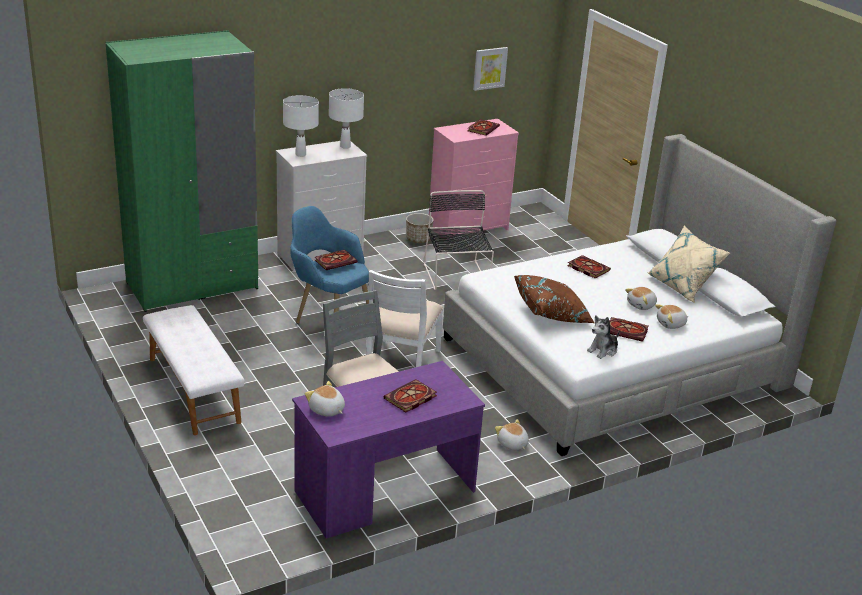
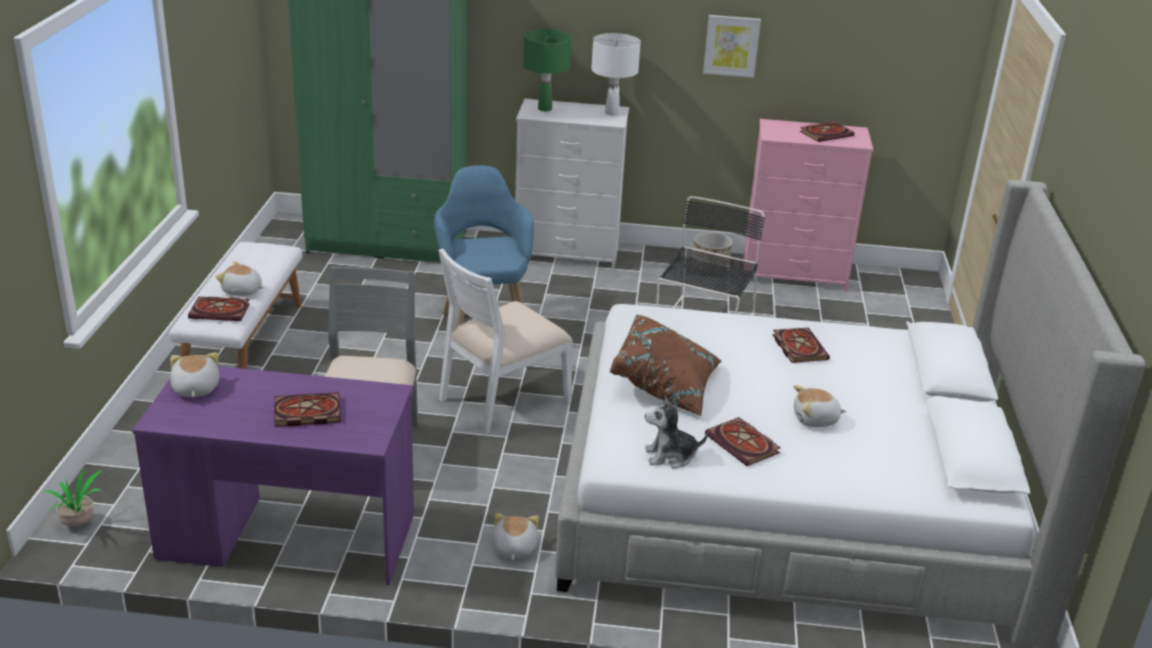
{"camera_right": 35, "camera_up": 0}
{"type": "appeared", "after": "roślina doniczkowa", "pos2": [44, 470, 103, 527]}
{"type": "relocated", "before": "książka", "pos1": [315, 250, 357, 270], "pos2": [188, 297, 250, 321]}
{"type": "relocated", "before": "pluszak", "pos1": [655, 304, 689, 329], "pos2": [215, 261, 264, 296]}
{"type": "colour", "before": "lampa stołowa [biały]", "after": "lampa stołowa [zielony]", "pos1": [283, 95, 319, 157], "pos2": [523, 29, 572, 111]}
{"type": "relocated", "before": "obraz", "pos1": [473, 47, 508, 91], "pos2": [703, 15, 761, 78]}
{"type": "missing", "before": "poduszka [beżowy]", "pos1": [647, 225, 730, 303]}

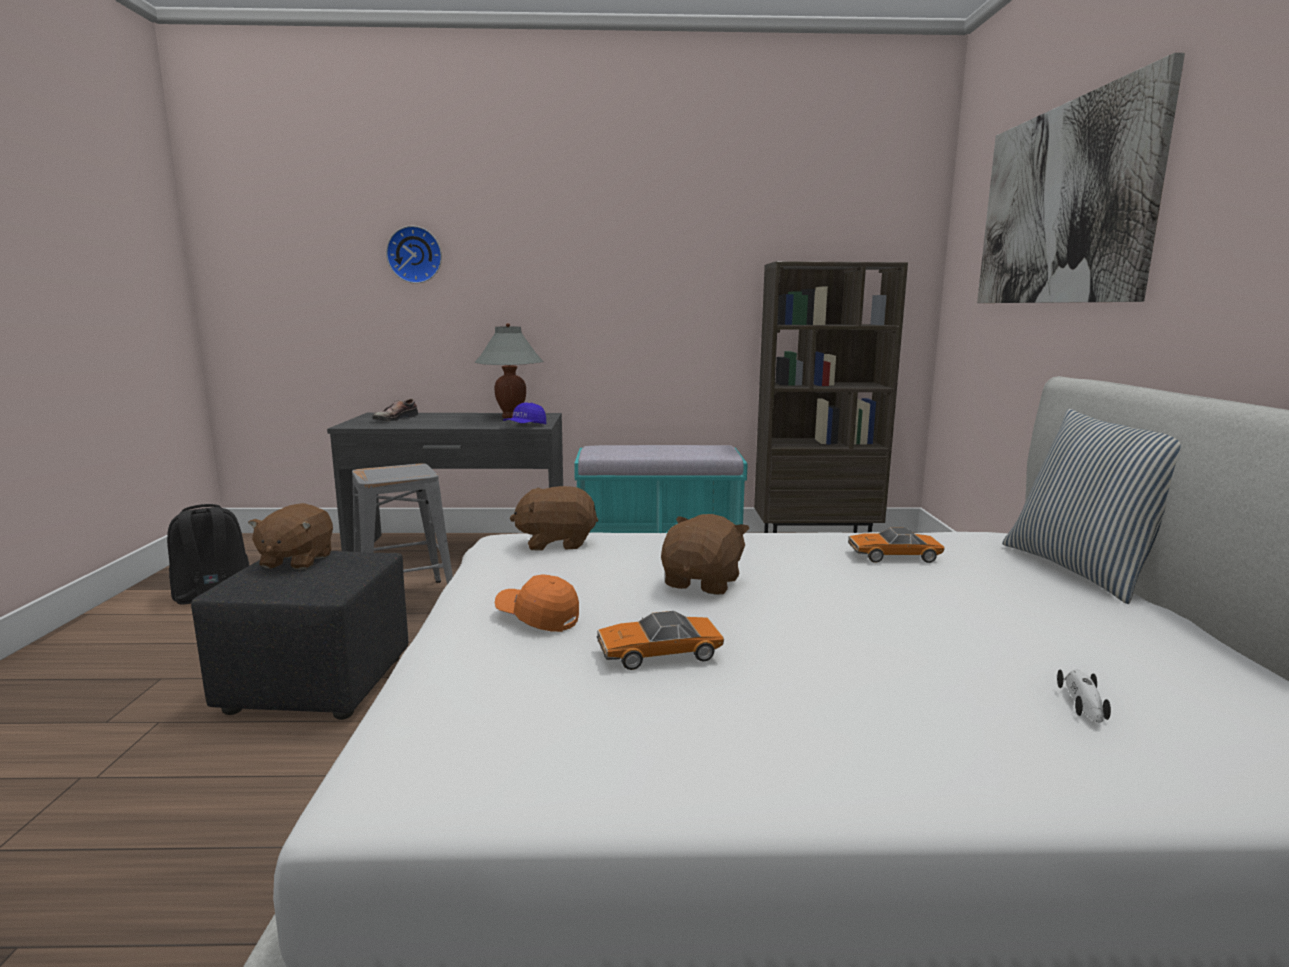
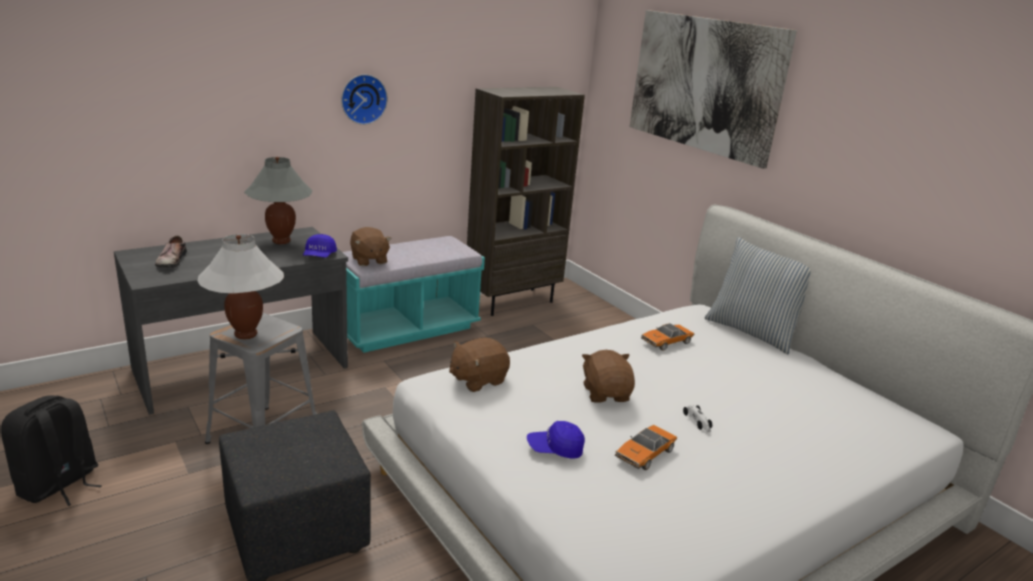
{"camera_right": -35, "camera_up": 10}
{"type": "appeared", "after": "lampa stołowa [biały]", "pos2": [197, 234, 284, 340]}
{"type": "relocated", "before": "zegar ścienny", "pos1": [386, 226, 442, 284], "pos2": [341, 74, 388, 125]}
{"type": "relocated", "before": "pluszak [brązowy]", "pos1": [248, 503, 333, 570], "pos2": [350, 227, 392, 266]}
{"type": "colour", "before": "czapka z daszkiem [pomarańczowy]", "after": "czapka z daszkiem [niebieski]", "pos1": [495, 575, 579, 632], "pos2": [527, 421, 585, 459]}
{"type": "relocated", "before": "samochodzik", "pos1": [1057, 669, 1111, 723], "pos2": [683, 405, 712, 432]}

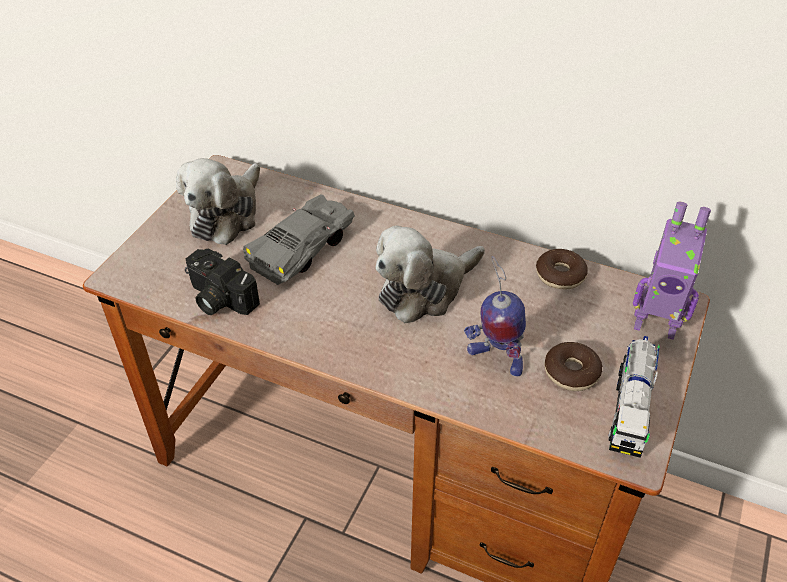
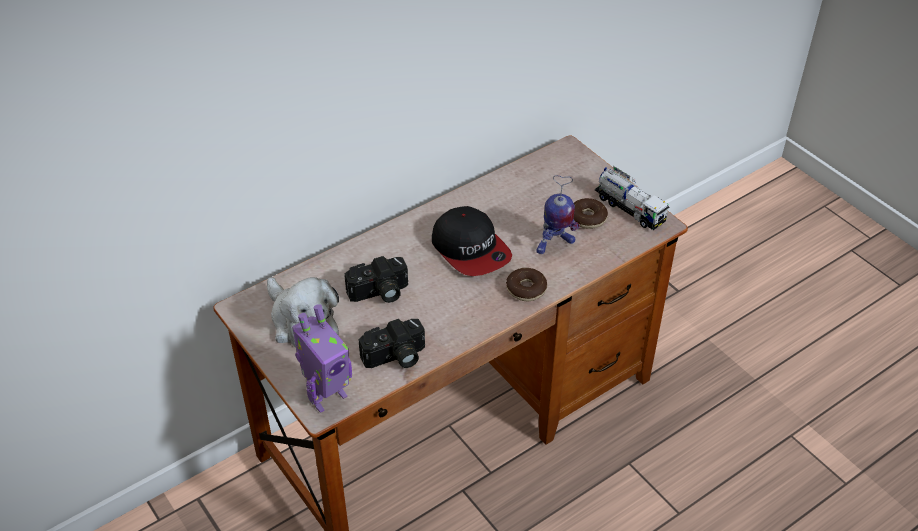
{"camera_right": -60, "camera_up": 0}
{"type": "relocated", "before": "robot zabawkowy", "pos1": [633, 201, 711, 340], "pos2": [292, 304, 352, 413]}
{"type": "exchanged", "before": "samochodzik [szary]", "after": "aparat fotograficzny", "pos1": [243, 194, 355, 285], "pos2": [344, 256, 408, 303]}
{"type": "exchanged", "before": "pluszak", "after": "czapka z daszkiem", "pos1": [376, 225, 485, 324], "pos2": [432, 206, 512, 276]}
{"type": "relocated", "before": "donut", "pos1": [536, 249, 588, 289], "pos2": [506, 268, 547, 301]}

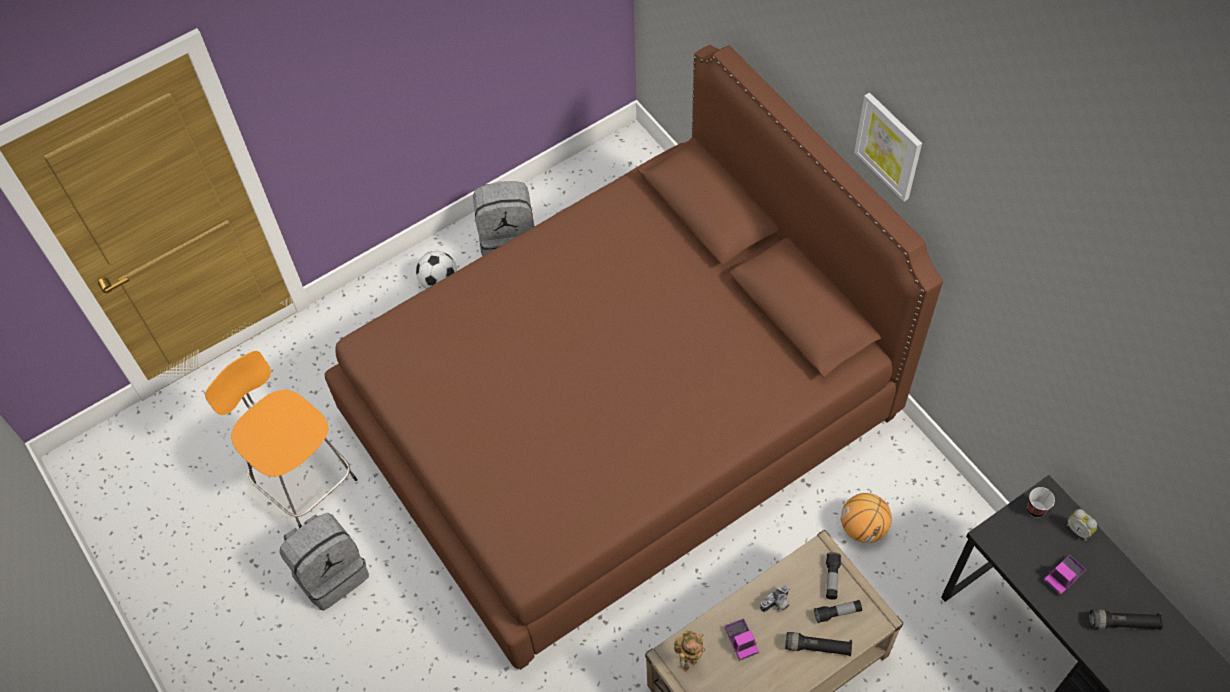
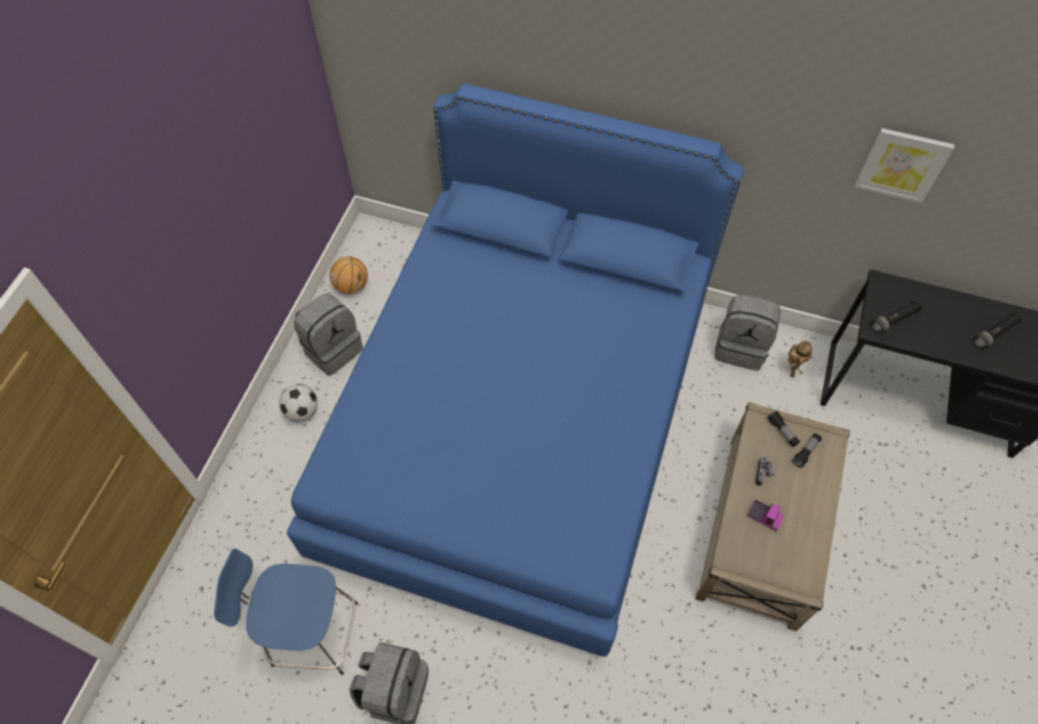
{"camera_right": -40, "camera_up": 0}
{"type": "colour", "before": "stołek [pomarańczowy]", "after": "stołek [niebieski]", "pos1": [205, 351, 357, 528], "pos2": [214, 549, 358, 675]}
{"type": "colour", "before": "łóżko [brązowy]", "after": "łóżko [niebieski]", "pos1": [325, 45, 943, 670], "pos2": [287, 83, 744, 657]}
{"type": "relocated", "before": "piłka do koszykówki", "pos1": [841, 493, 892, 543], "pos2": [330, 256, 368, 294]}
{"type": "appeared", "after": "plecak [szary]", "pos2": [715, 294, 781, 371]}
{"type": "relocated", "before": "robot zabawkowy", "pos1": [674, 630, 705, 674], "pos2": [788, 340, 812, 378]}
{"type": "relocated", "before": "obraz", "pos1": [854, 93, 922, 202], "pos2": [855, 128, 954, 203]}
{"type": "relocated", "before": "latarka [czarny]", "pos1": [785, 632, 852, 656], "pos2": [871, 299, 922, 333]}
{"type": "missing", "before": "filiżanka", "pos1": [1027, 487, 1055, 518]}
{"type": "missing", "before": "ciężarówka zabawkowa", "pos1": [1043, 555, 1086, 595]}
{"type": "missing", "before": "budzik", "pos1": [1067, 509, 1097, 541]}

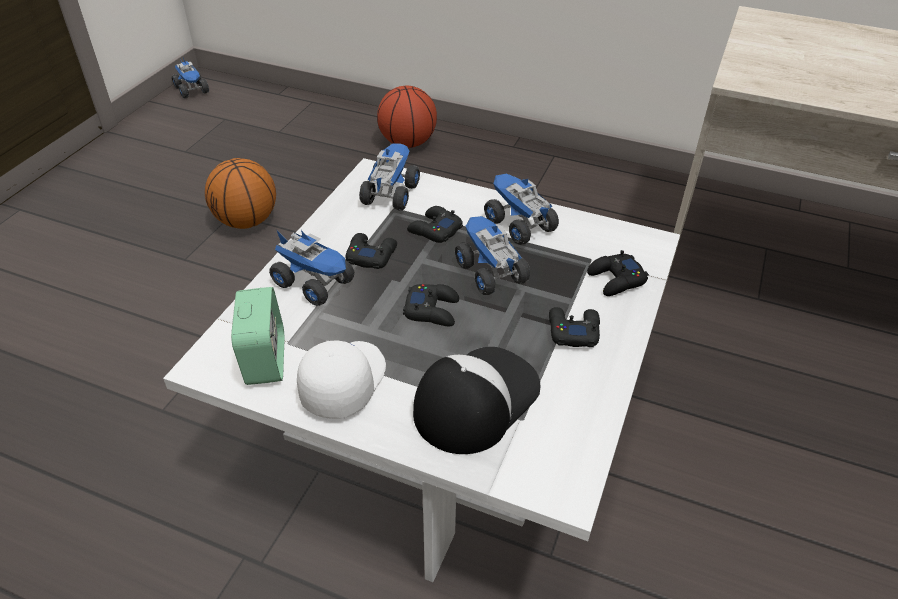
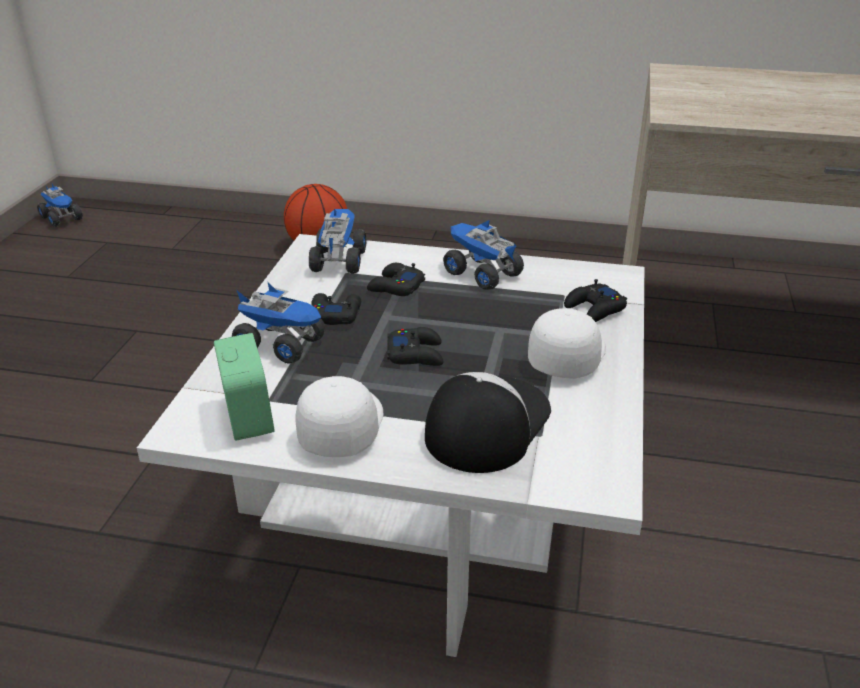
{"camera_right": -10, "camera_up": -10}
{"type": "exchanged", "before": "pad do gier [czarny]", "after": "czapka z daszkiem [biały]", "pos1": [549, 307, 600, 347], "pos2": [528, 308, 606, 379]}
{"type": "missing", "before": "piłka do koszykówki", "pos1": [205, 158, 276, 229]}
{"type": "missing", "before": "ciężarówka zabawkowa", "pos1": [455, 216, 530, 295]}

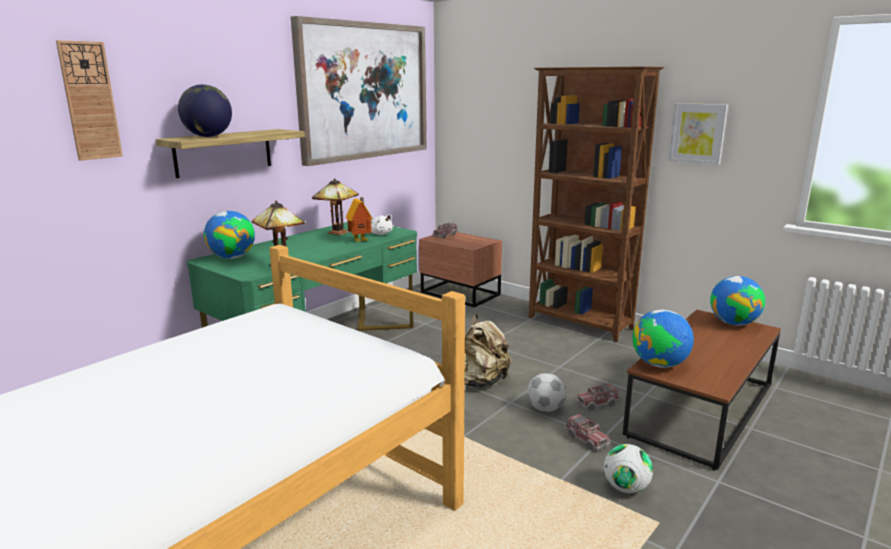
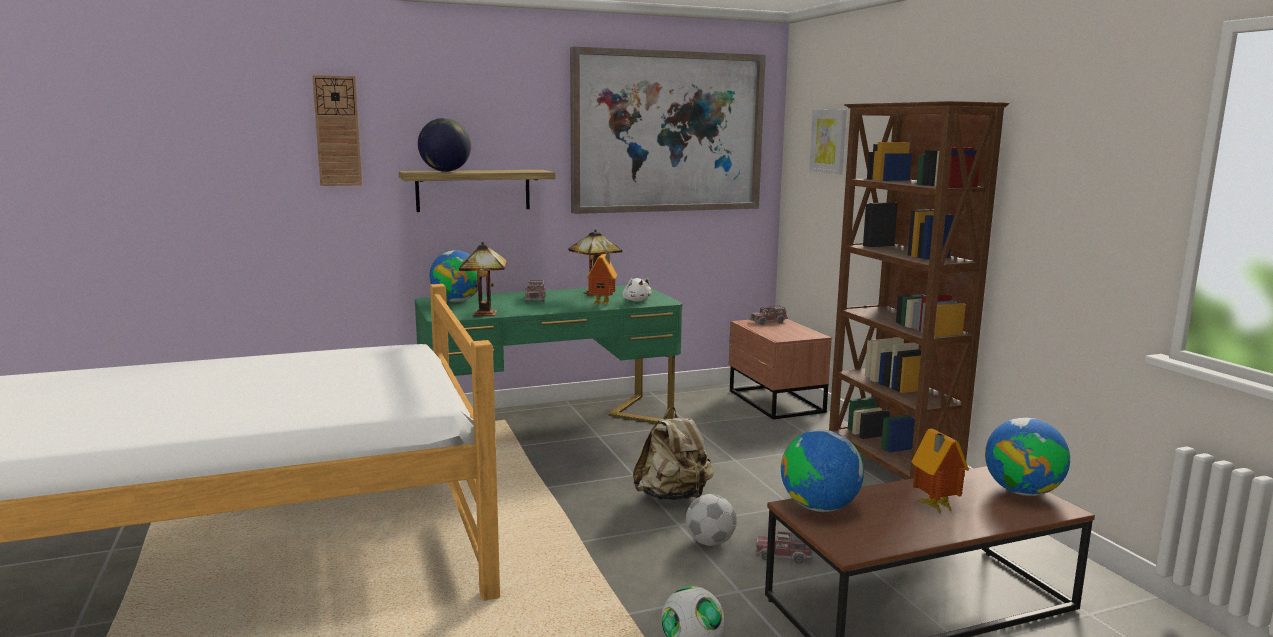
{"camera_right": 30, "camera_up": -5}
{"type": "relocated", "before": "ciężarówka zabawkowa", "pos1": [564, 413, 610, 450], "pos2": [525, 280, 546, 302]}
{"type": "relocated", "before": "obraz", "pos1": [669, 103, 728, 165], "pos2": [809, 109, 847, 174]}
{"type": "appeared", "after": "domek", "pos2": [911, 428, 969, 513]}

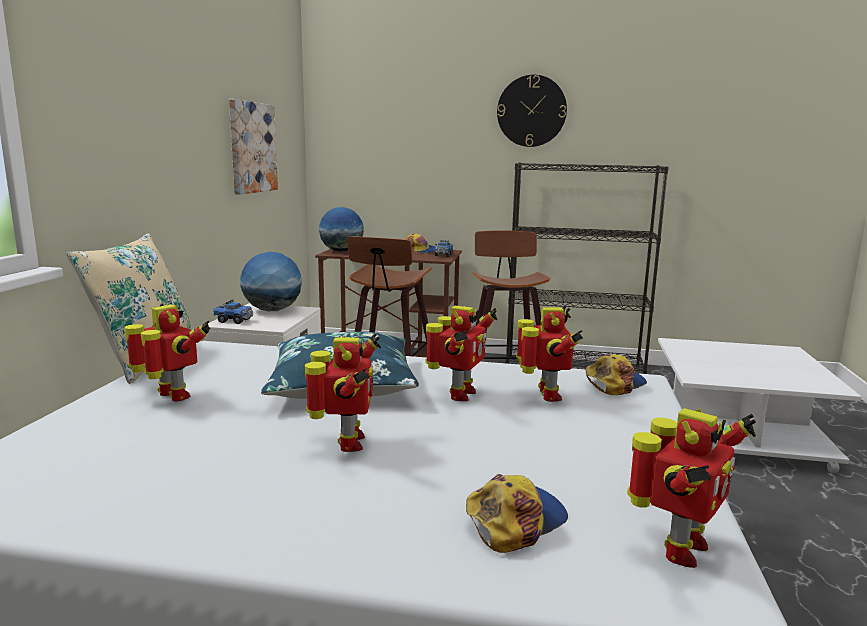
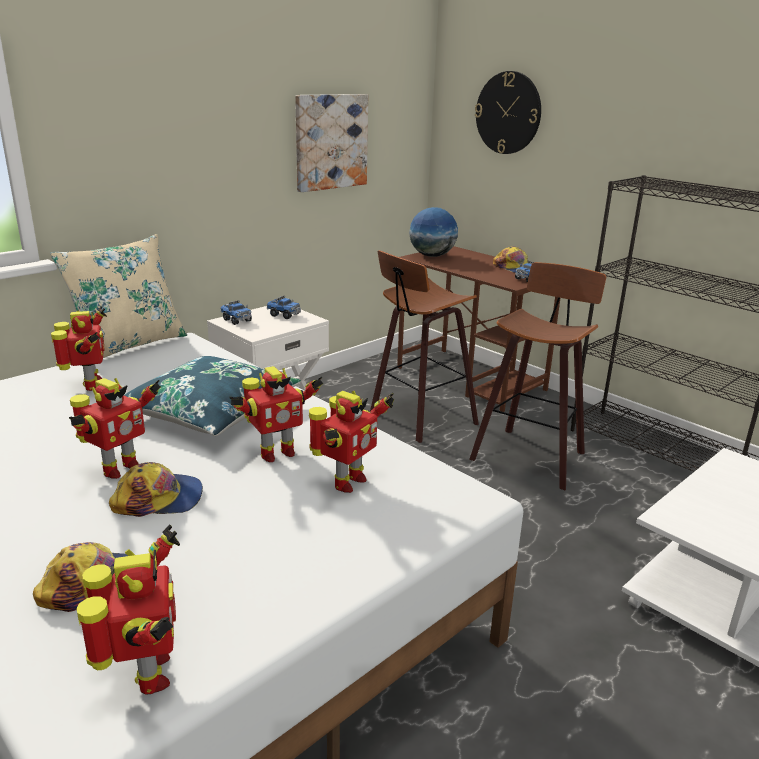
{"camera_right": 35, "camera_up": 10}
{"type": "spun", "before": "robot zabawkowy", "pos1": [627, 408, 756, 568], "pos2": [77, 524, 180, 695], "turn": -90}
{"type": "relocated", "before": "czapka z daszkiem", "pos1": [585, 354, 647, 395], "pos2": [109, 462, 203, 517]}
{"type": "exchanged", "before": "globus", "after": "ciężarówka zabawkowa", "pos1": [240, 252, 302, 311], "pos2": [267, 295, 301, 319]}
{"type": "relocated", "before": "zegar ścienny", "pos1": [497, 75, 567, 147], "pos2": [475, 71, 541, 154]}

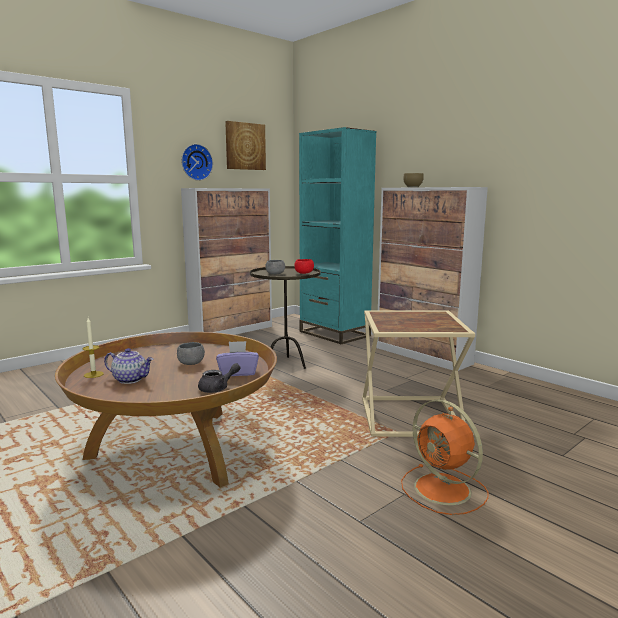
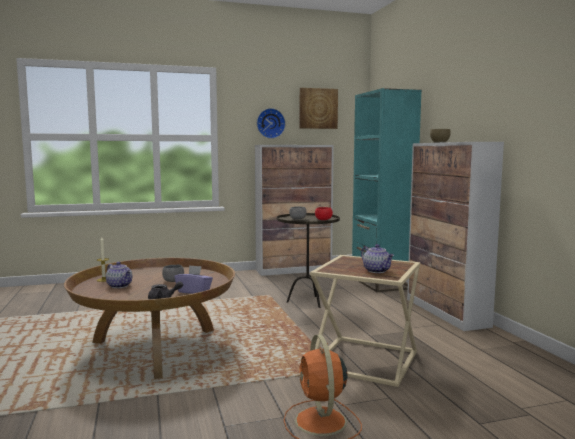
{"camera_right": 25, "camera_up": -5}
{"type": "appeared", "after": "imbryk", "pos2": [361, 244, 394, 273]}

